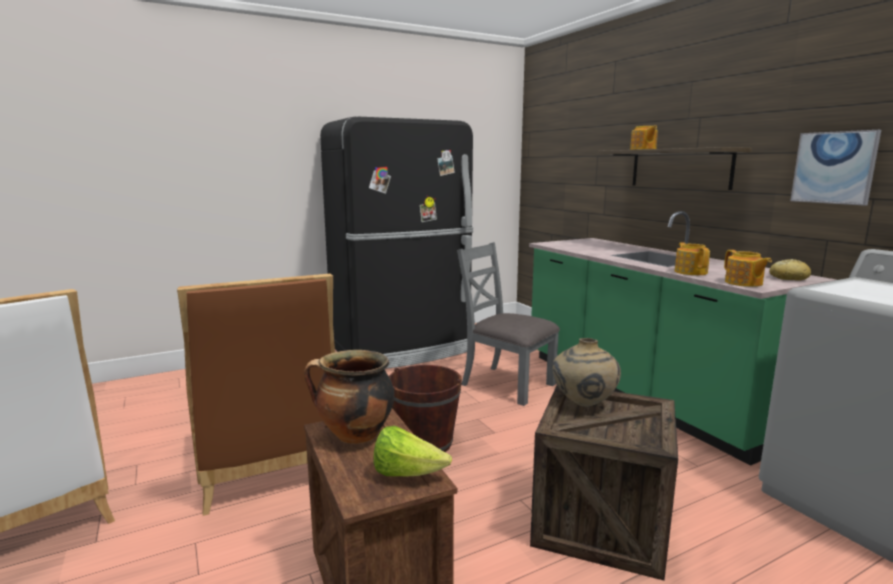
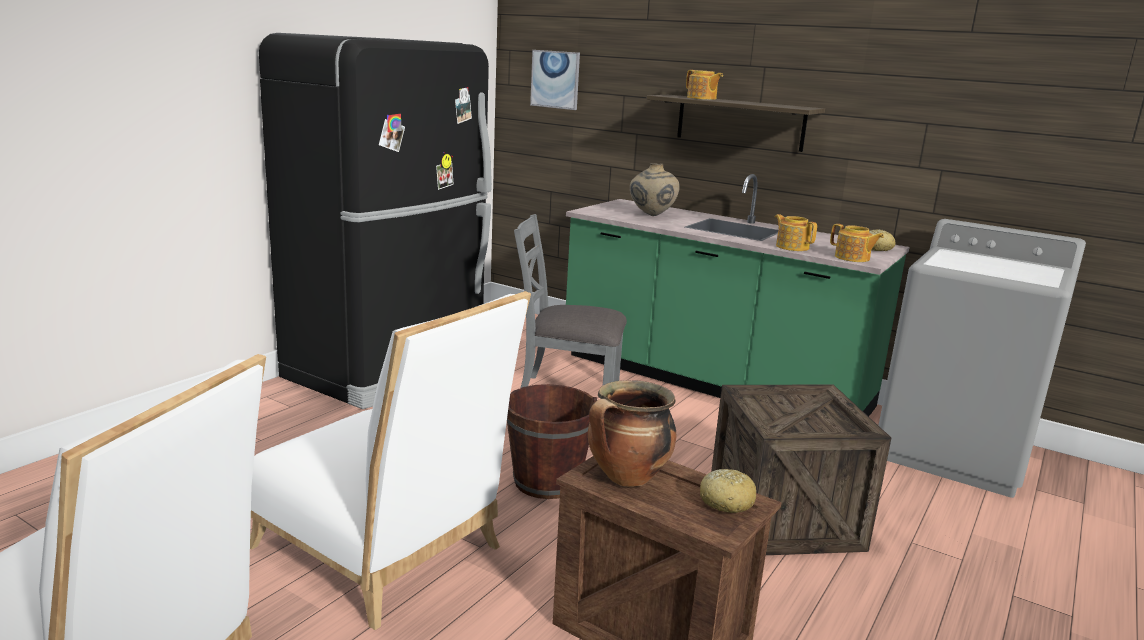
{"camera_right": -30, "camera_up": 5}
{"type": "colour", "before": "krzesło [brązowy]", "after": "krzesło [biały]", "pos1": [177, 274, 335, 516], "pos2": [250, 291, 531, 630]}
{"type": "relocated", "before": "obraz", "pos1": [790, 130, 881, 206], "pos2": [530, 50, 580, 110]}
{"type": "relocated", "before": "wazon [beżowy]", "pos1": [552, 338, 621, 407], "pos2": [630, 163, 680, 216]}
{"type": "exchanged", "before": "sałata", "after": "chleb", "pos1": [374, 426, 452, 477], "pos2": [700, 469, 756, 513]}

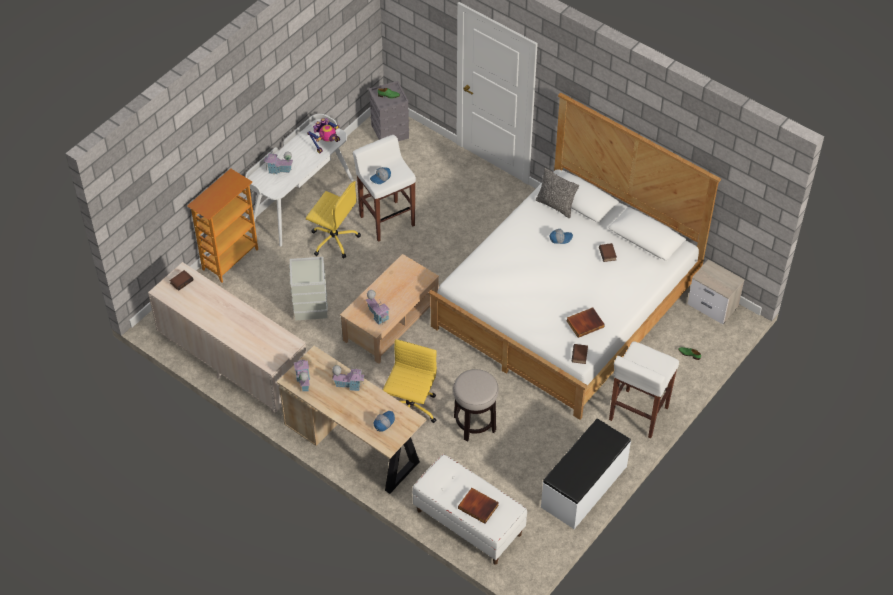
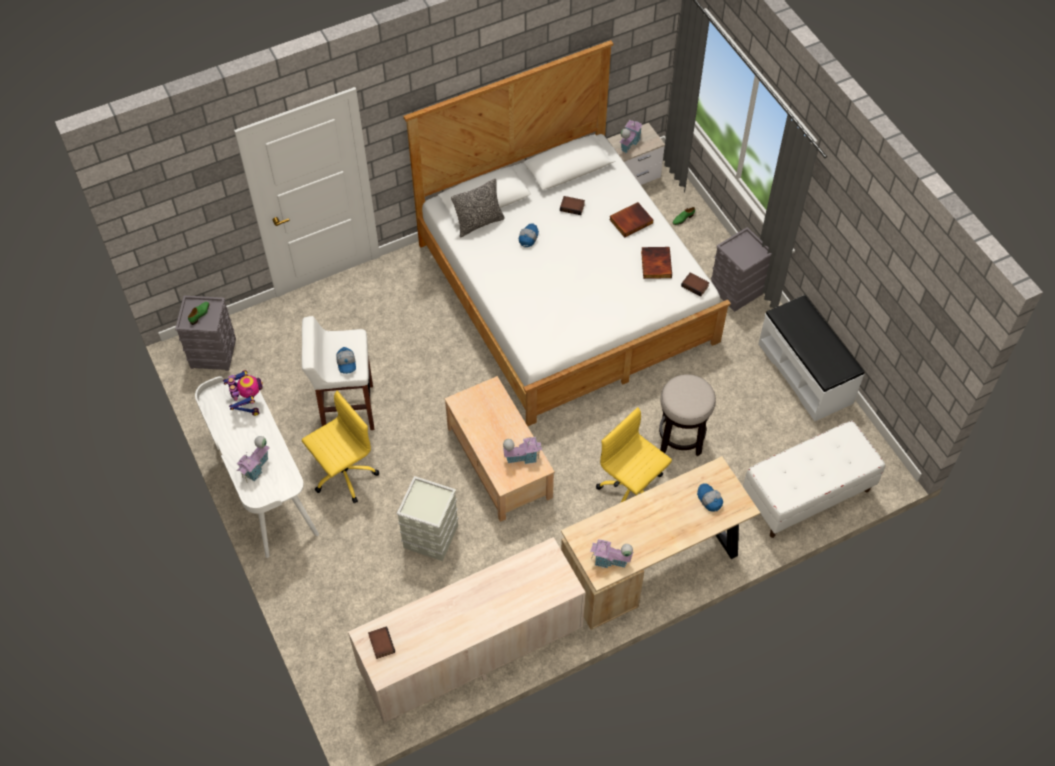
{"camera_right": -65, "camera_up": 5}
{"type": "relocated", "before": "książka", "pos1": [458, 488, 499, 524], "pos2": [609, 202, 653, 237]}
{"type": "relocated", "before": "domek", "pos1": [332, 365, 365, 391], "pos2": [619, 117, 643, 153]}
{"type": "exchanged", "before": "stołek [biały]", "after": "pojemnik do przechowywania [szary]", "pos1": [609, 341, 679, 438], "pos2": [711, 227, 772, 312]}
{"type": "missing", "before": "regał", "pos1": [187, 168, 258, 282]}

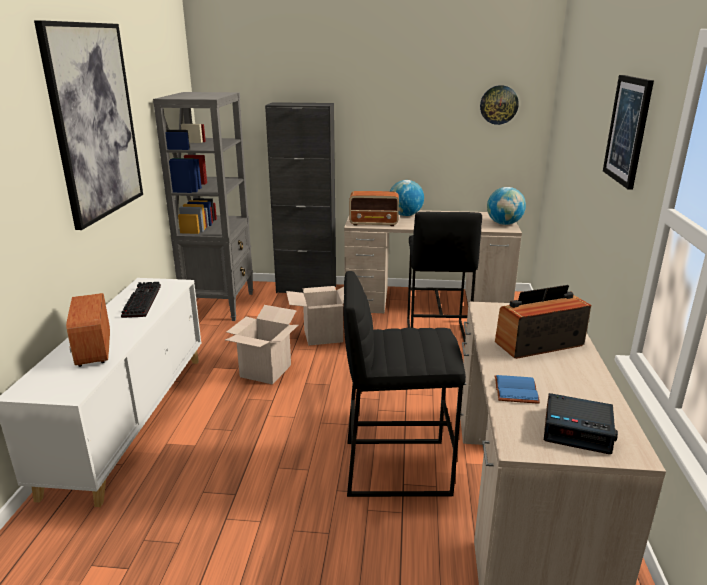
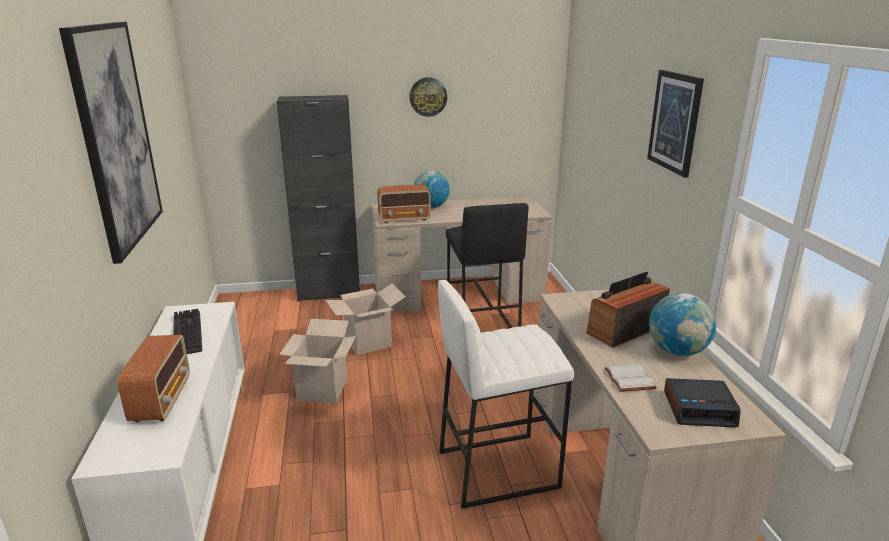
{"camera_right": -15, "camera_up": 0}
{"type": "spun", "before": "radio", "pos1": [66, 293, 110, 367], "pos2": [117, 335, 190, 422], "turn": -150}
{"type": "relocated", "before": "zegar ścienny", "pos1": [480, 85, 519, 125], "pos2": [409, 77, 447, 117]}
{"type": "colour", "before": "stołek [czarny]", "after": "stołek [biały]", "pos1": [343, 271, 466, 497], "pos2": [438, 280, 574, 509]}
{"type": "colour", "before": "książka [niebieski]", "after": "książka [biały]", "pos1": [495, 375, 540, 404], "pos2": [604, 364, 656, 392]}
{"type": "relocated", "before": "globus", "pos1": [487, 187, 526, 225], "pos2": [649, 293, 716, 356]}
{"type": "missing", "before": "regał [szary]", "pos1": [153, 92, 253, 321]}

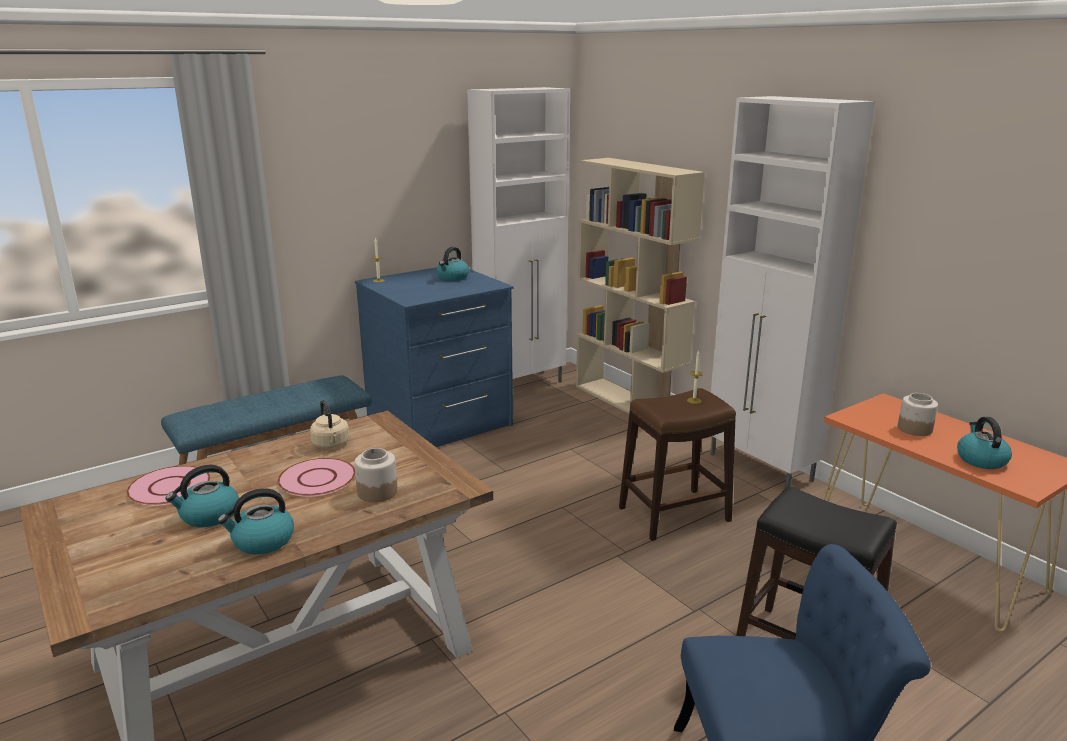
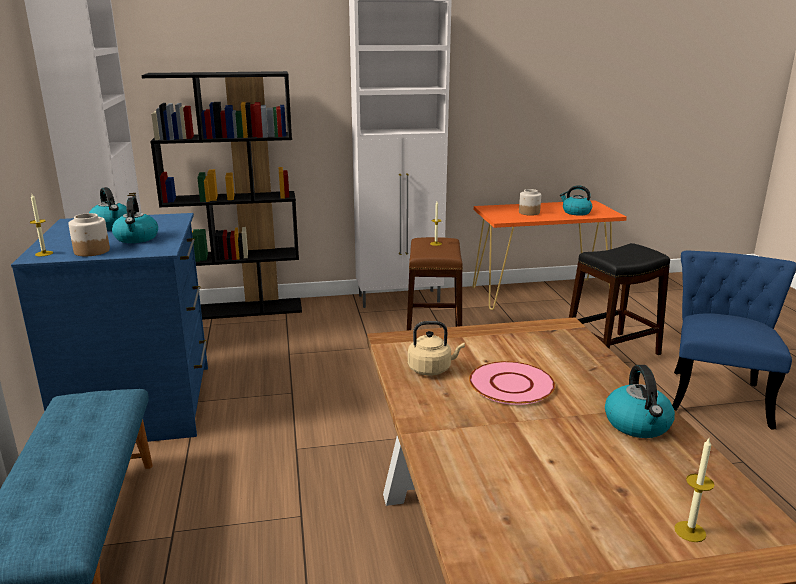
{"camera_right": -65, "camera_up": 0}
{"type": "relocated", "before": "słoik", "pos1": [354, 448, 397, 502], "pos2": [68, 213, 110, 256]}
{"type": "relocated", "before": "czajnik", "pos1": [166, 465, 239, 527], "pos2": [112, 197, 158, 243]}
{"type": "colour", "before": "regał [beżowy]", "after": "regał [czarny]", "pos1": [576, 158, 705, 414], "pos2": [142, 71, 302, 320]}
{"type": "appeared", "after": "świeca", "pos2": [674, 438, 714, 542]}
{"type": "missing", "before": "talerz [różowy]", "pos1": [127, 466, 210, 506]}

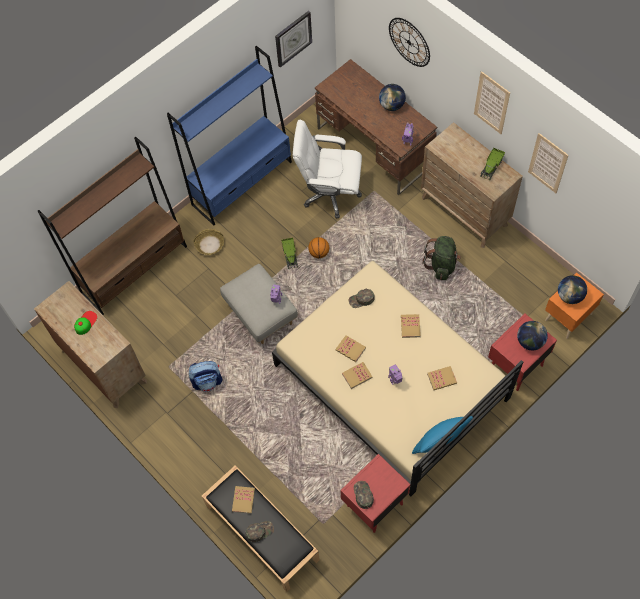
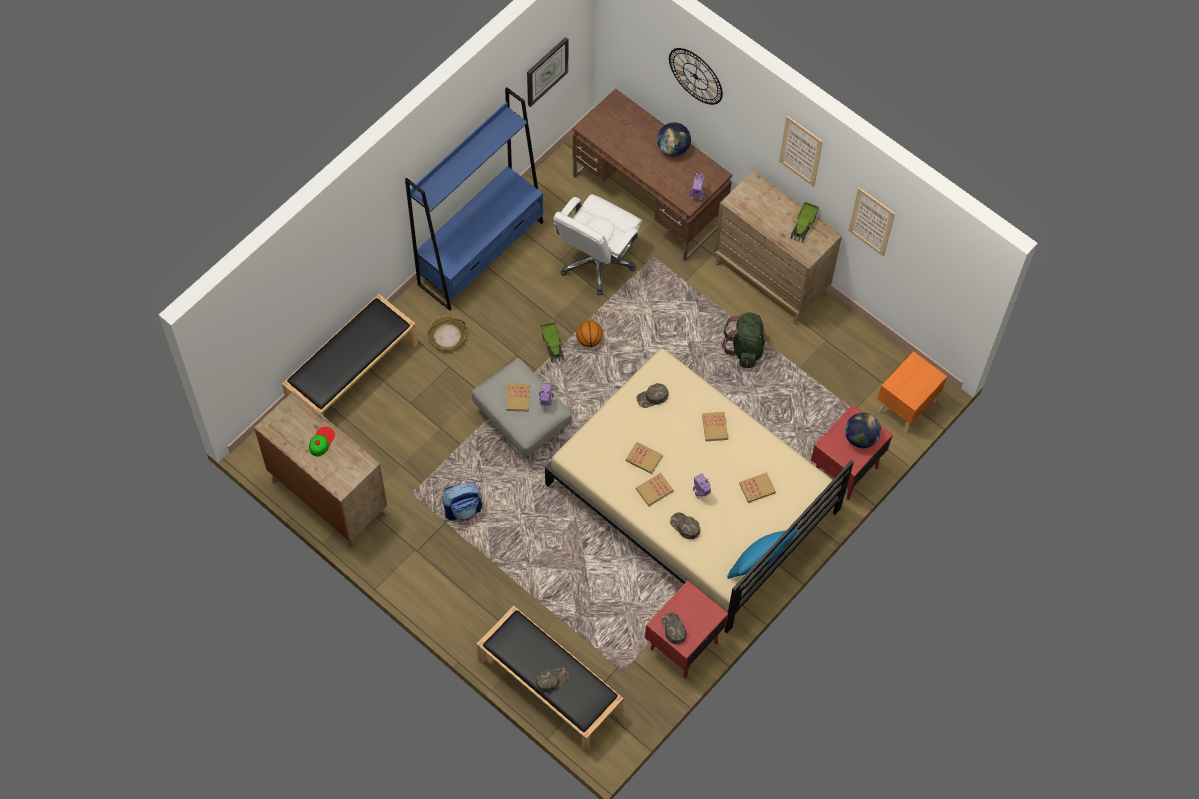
{"camera_right": -10, "camera_up": 0}
{"type": "exchanged", "before": "regał [brązowy]", "after": "ławka [czarny]", "pos1": [38, 137, 187, 315], "pos2": [282, 294, 418, 416]}
{"type": "relocated", "before": "książka", "pos1": [232, 486, 255, 514], "pos2": [506, 383, 530, 412]}
{"type": "spun", "before": "krzesło biurowe [biały]", "pos1": [293, 120, 362, 219], "pos2": [553, 194, 642, 295], "turn": -60}
{"type": "appeared", "after": "czapka z daszkiem [zielony]", "pos2": [670, 512, 700, 539]}
{"type": "missing", "before": "globus", "pos1": [558, 275, 587, 304]}

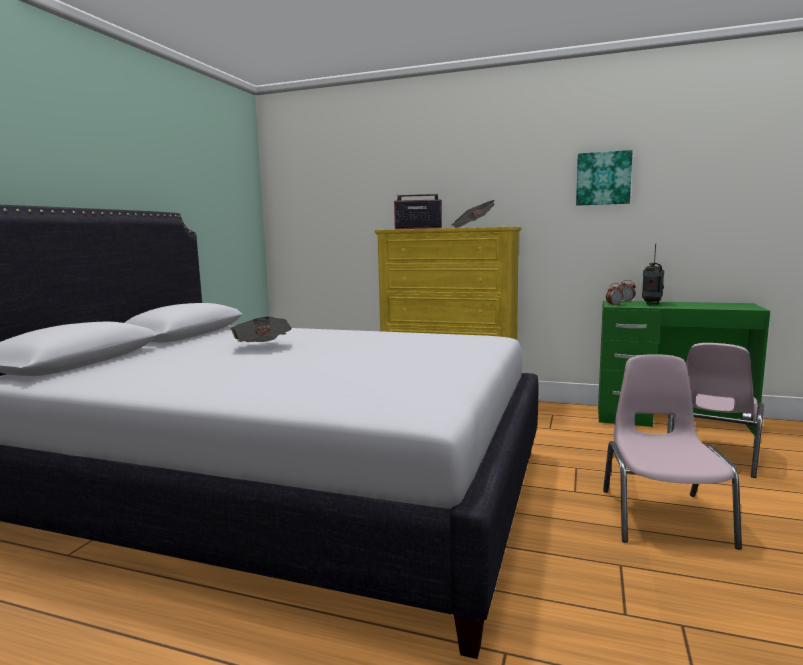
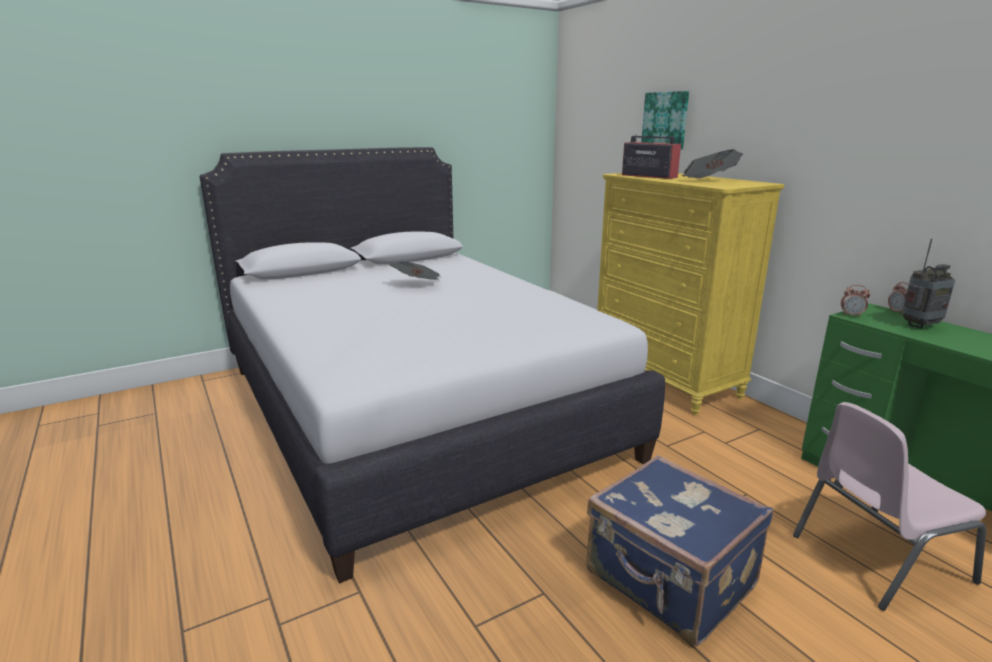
{"camera_right": 40, "camera_up": 10}
{"type": "exchanged", "before": "krzesło [różowy]", "after": "walizka [niebieski]", "pos1": [603, 354, 742, 550], "pos2": [586, 455, 773, 646]}
{"type": "relocated", "before": "obraz", "pos1": [576, 150, 633, 206], "pos2": [641, 91, 689, 149]}

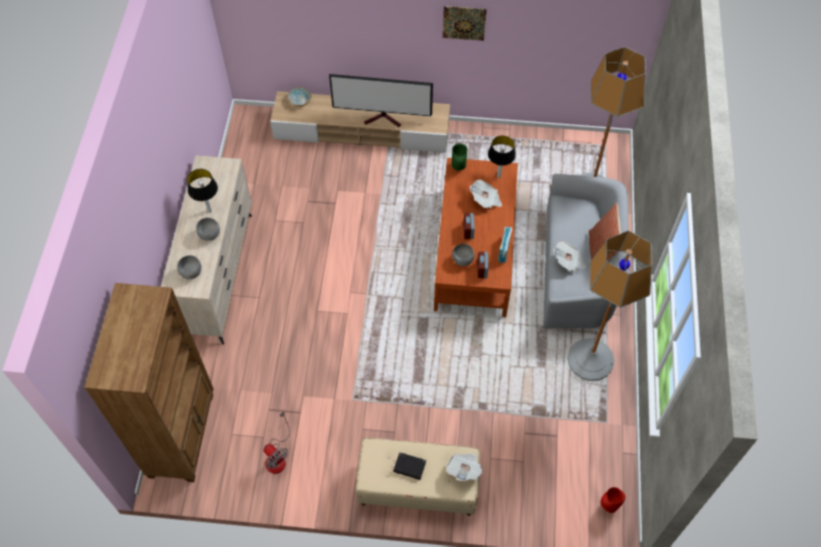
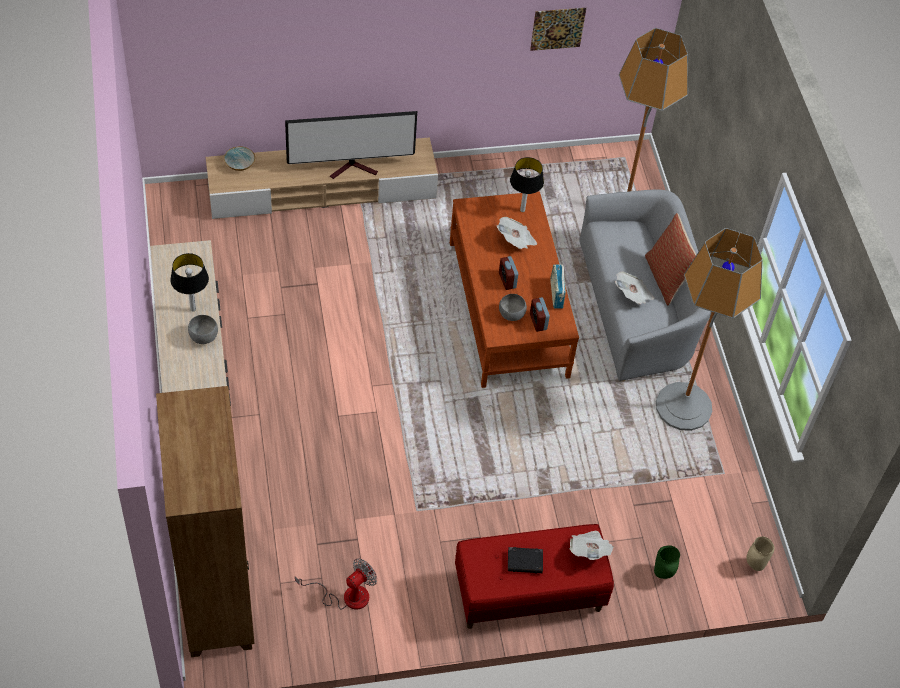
{"camera_right": -20, "camera_up": -5}
{"type": "spun", "before": "wentylator", "pos1": [263, 411, 290, 474], "pos2": [295, 559, 377, 610], "turn": -75}
{"type": "colour", "before": "ławka [beżowy]", "after": "ławka [czerwony]", "pos1": [356, 438, 480, 516], "pos2": [455, 524, 614, 629]}
{"type": "relocated", "before": "obraz", "pos1": [443, 6, 487, 41], "pos2": [530, 8, 586, 51]}
{"type": "relocated", "before": "wazon [zielony]", "pos1": [451, 143, 467, 171], "pos2": [654, 545, 680, 579]}
{"type": "colour", "before": "wazon [czerwony]", "after": "wazon [beżowy]", "pos1": [601, 487, 625, 513], "pos2": [746, 536, 775, 571]}
{"type": "missing", "before": "miska [szary]", "pos1": [177, 255, 201, 279]}

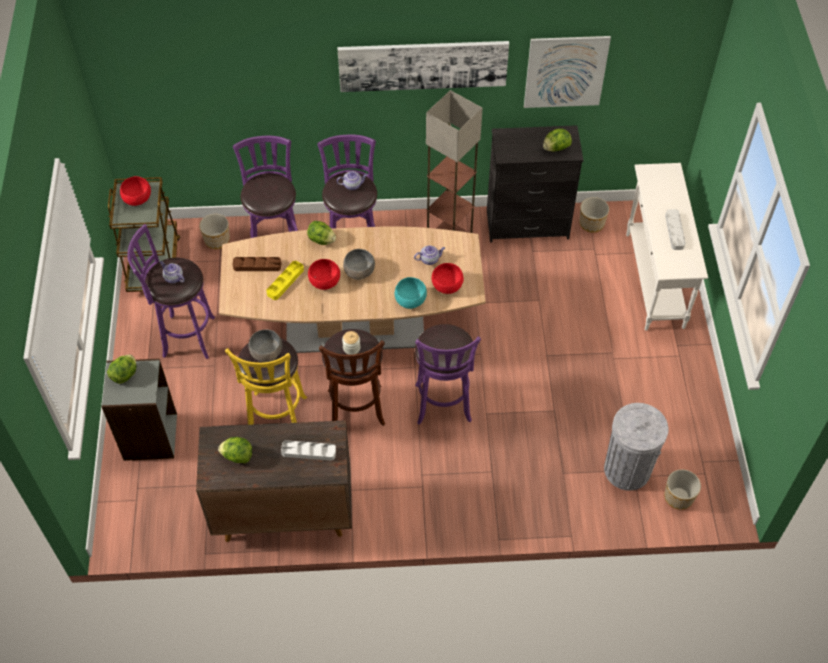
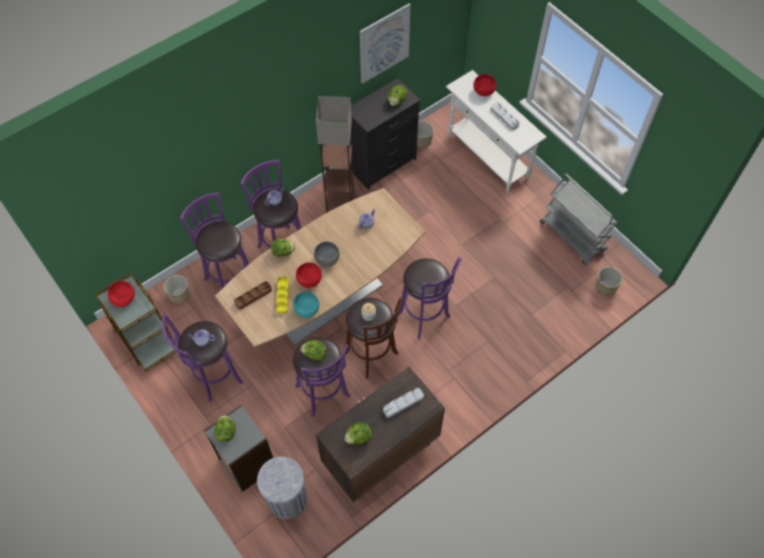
{"camera_right": -35, "camera_up": 5}
{"type": "relocated", "before": "kosz na śmieci [szary]", "pos1": [604, 403, 668, 491], "pos2": [257, 457, 307, 519]}
{"type": "relocated", "before": "miska [turkusowy]", "pos1": [395, 277, 427, 309], "pos2": [293, 292, 319, 318]}
{"type": "colour", "before": "stołek [żółty]", "after": "stołek [fioletowy]", "pos1": [225, 338, 307, 425], "pos2": [293, 337, 350, 417]}
{"type": "exchanged", "before": "miska [szary]", "after": "sałata", "pos1": [249, 329, 282, 362], "pos2": [300, 340, 326, 360]}
{"type": "relocated", "before": "miska [czerwony]", "pos1": [432, 263, 464, 294], "pos2": [473, 74, 496, 96]}
{"type": "appeared", "after": "wózek [szary]", "pos2": [540, 173, 617, 265]}
{"type": "missing", "before": "obraz", "pos1": [338, 41, 509, 92]}

